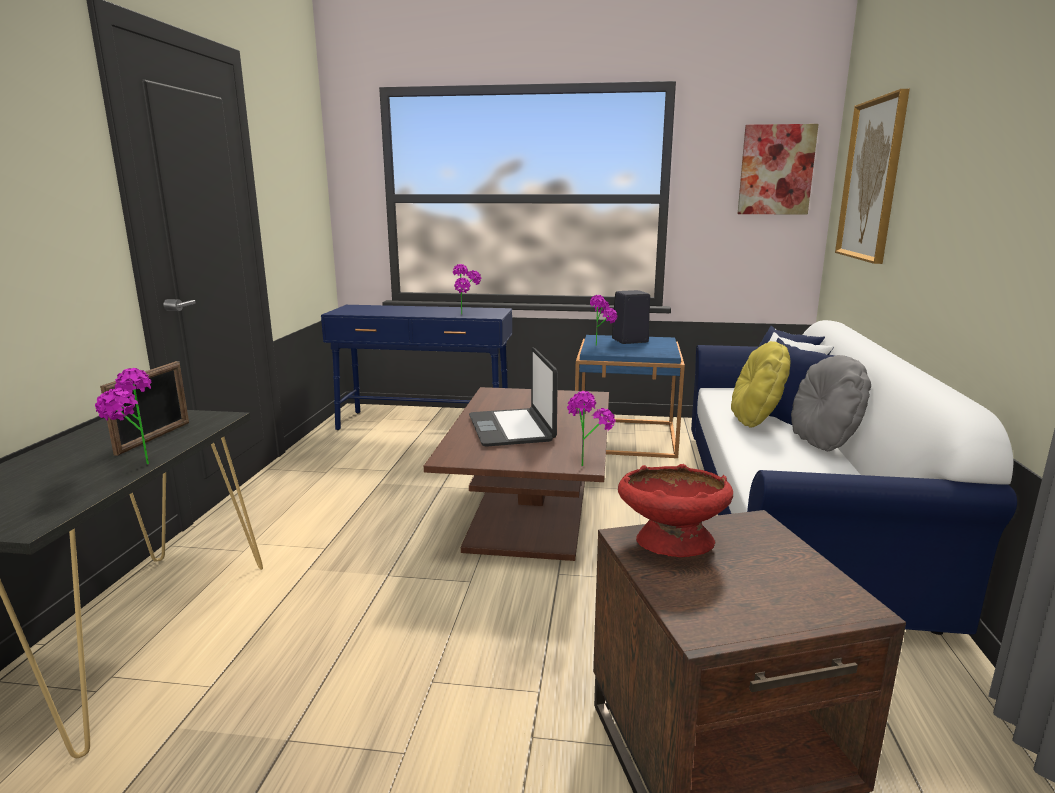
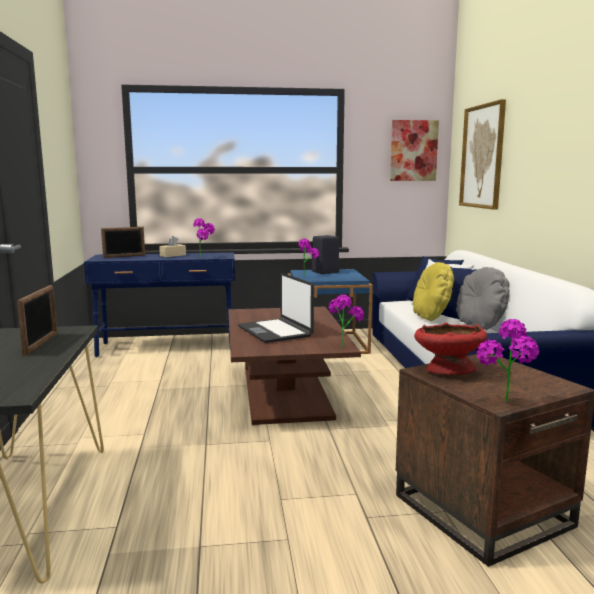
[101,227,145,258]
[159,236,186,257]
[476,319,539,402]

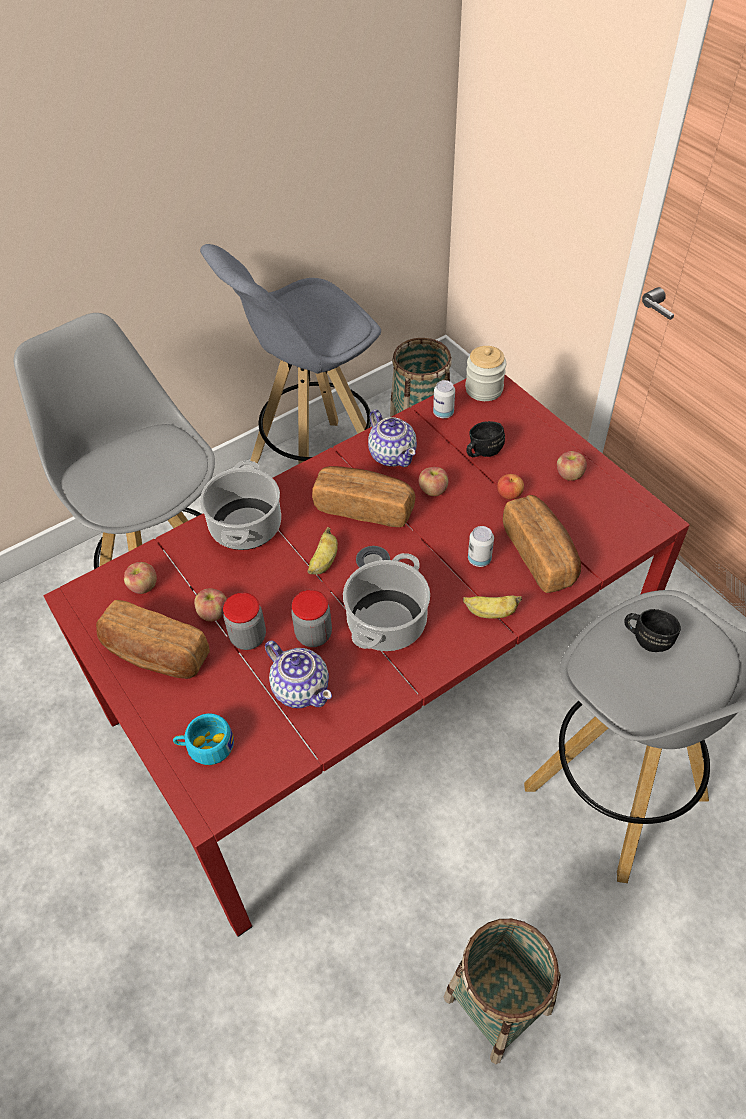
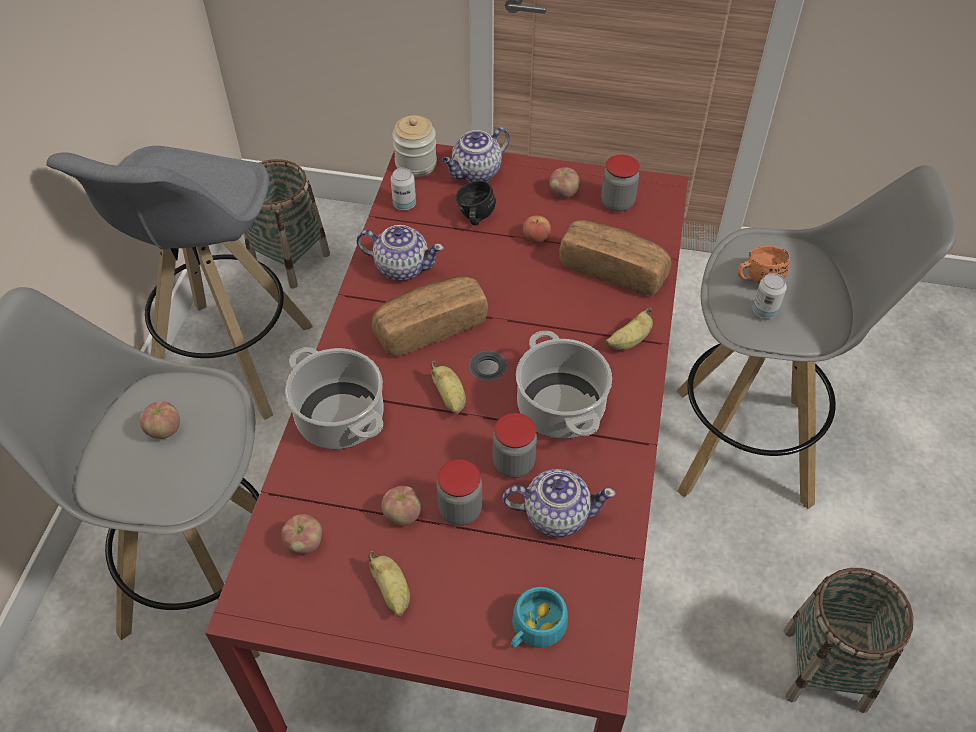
[140,401,180,439]
[368,551,410,617]
[442,127,510,182]
[601,154,640,212]
[737,246,790,284]
[753,273,787,319]

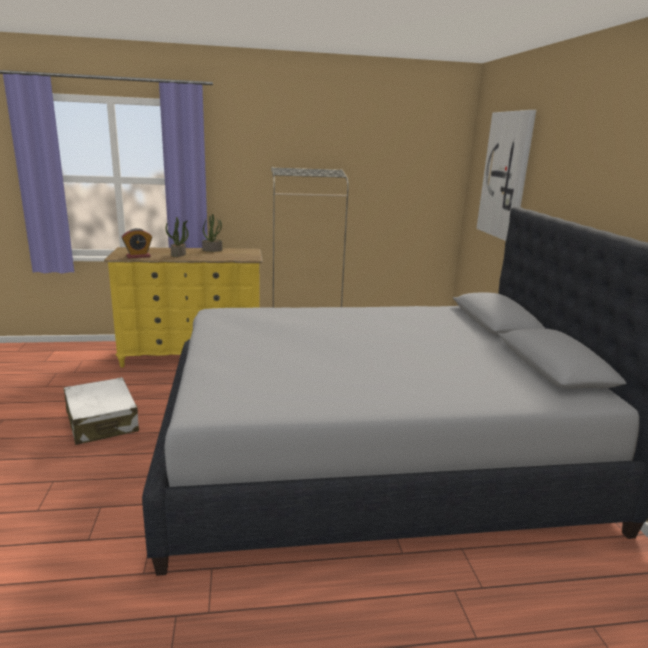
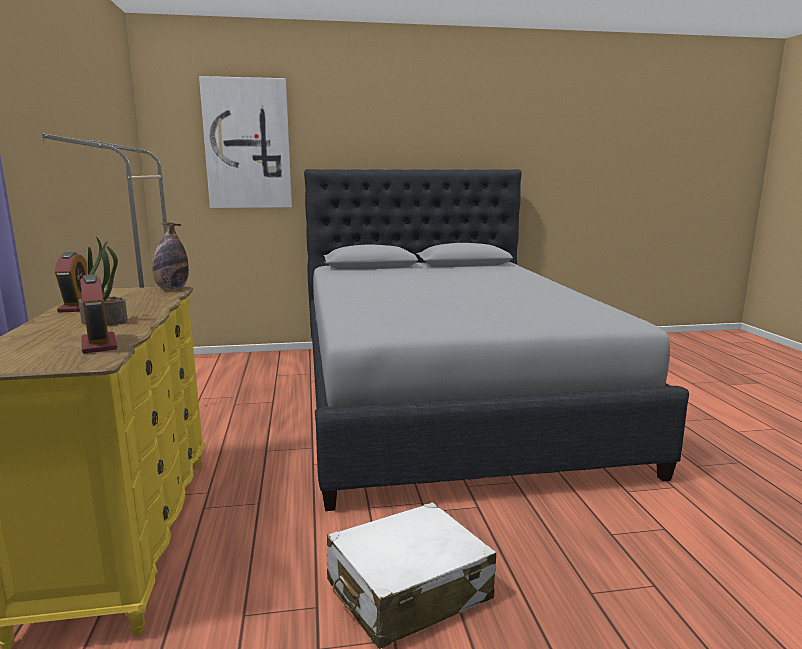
[55,252,87,313]
[152,222,189,289]

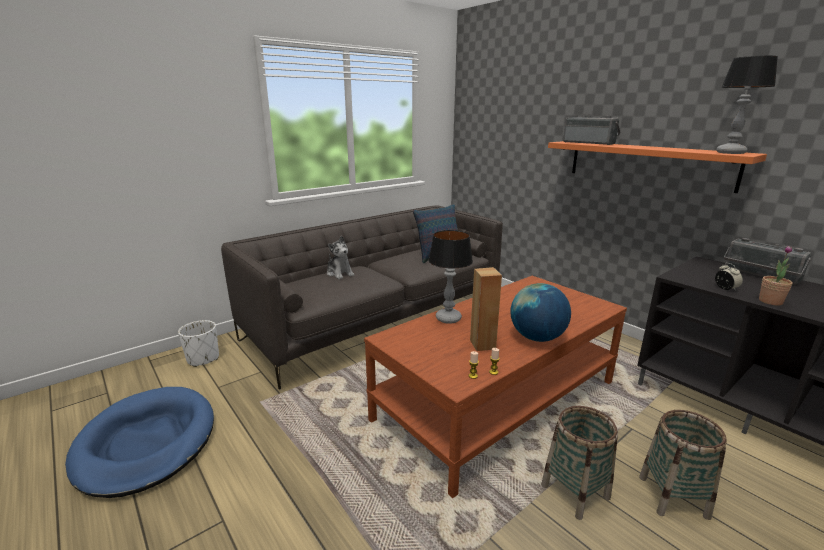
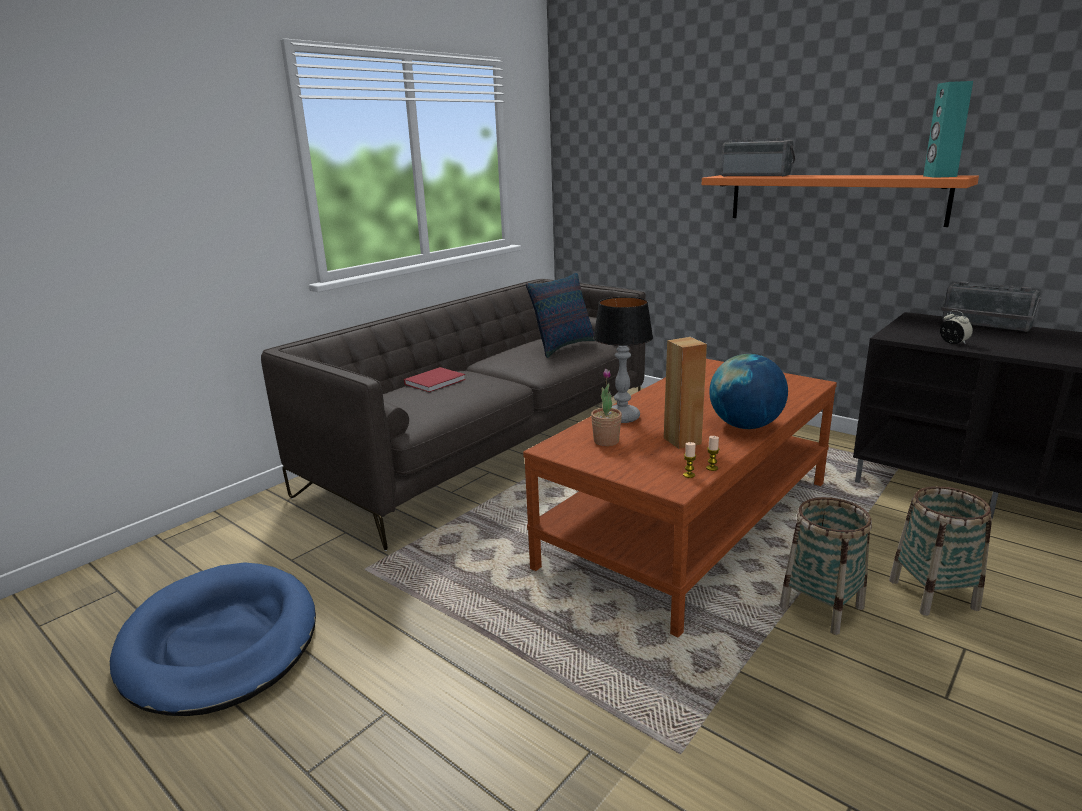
[404,367,466,392]
[591,369,622,446]
[923,81,973,178]
[178,320,219,367] (first image)

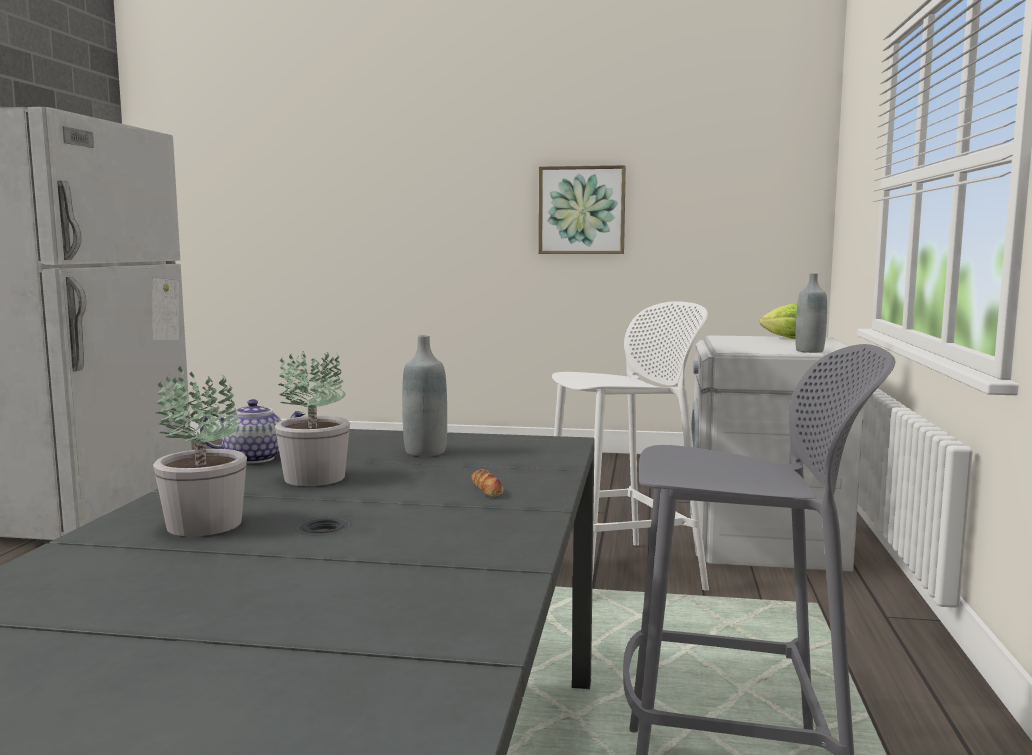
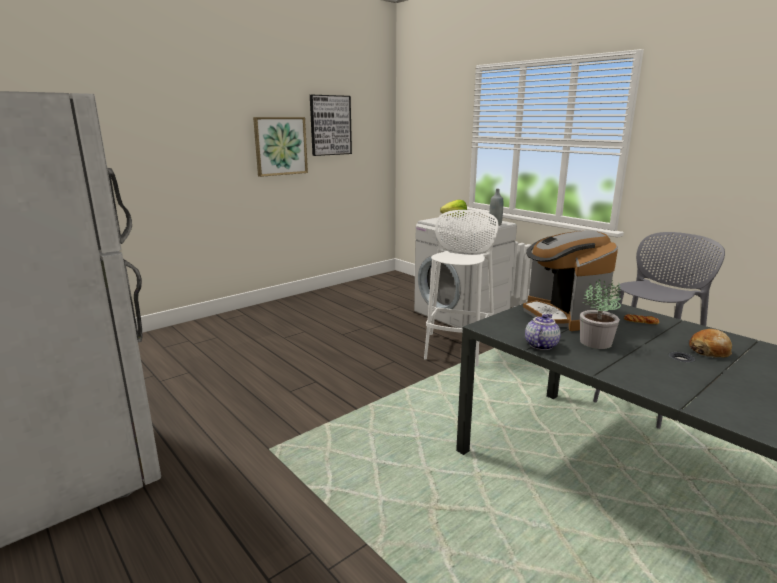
[310,95,352,156]
[523,230,618,331]
[689,329,732,358]
[153,366,247,536] (first image)

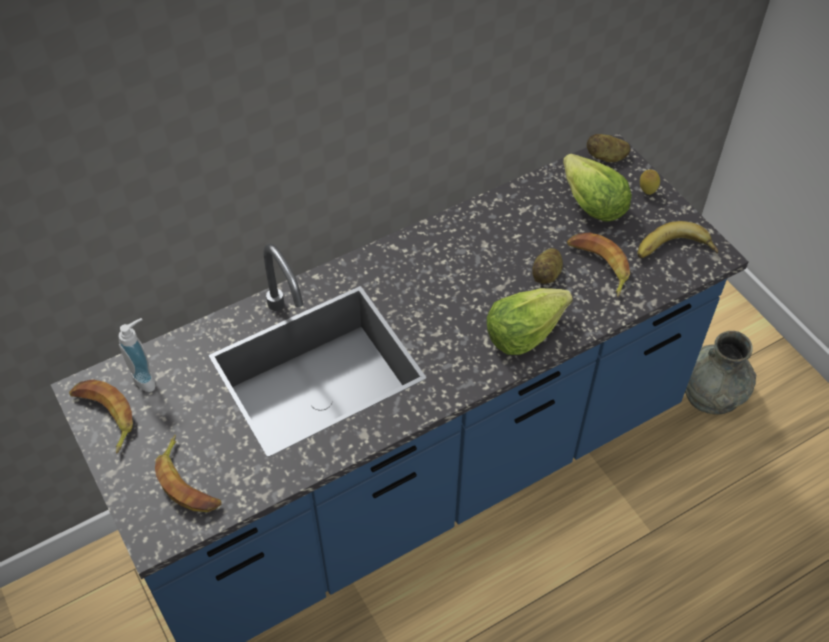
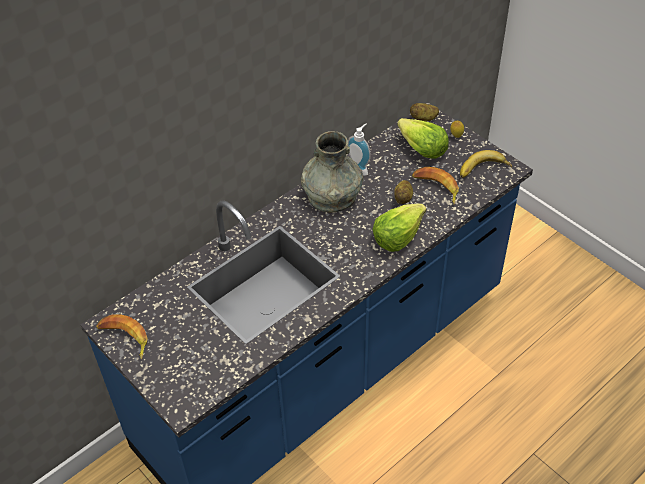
[301,131,364,213]
[347,124,371,176]
[155,435,222,512] (first image)

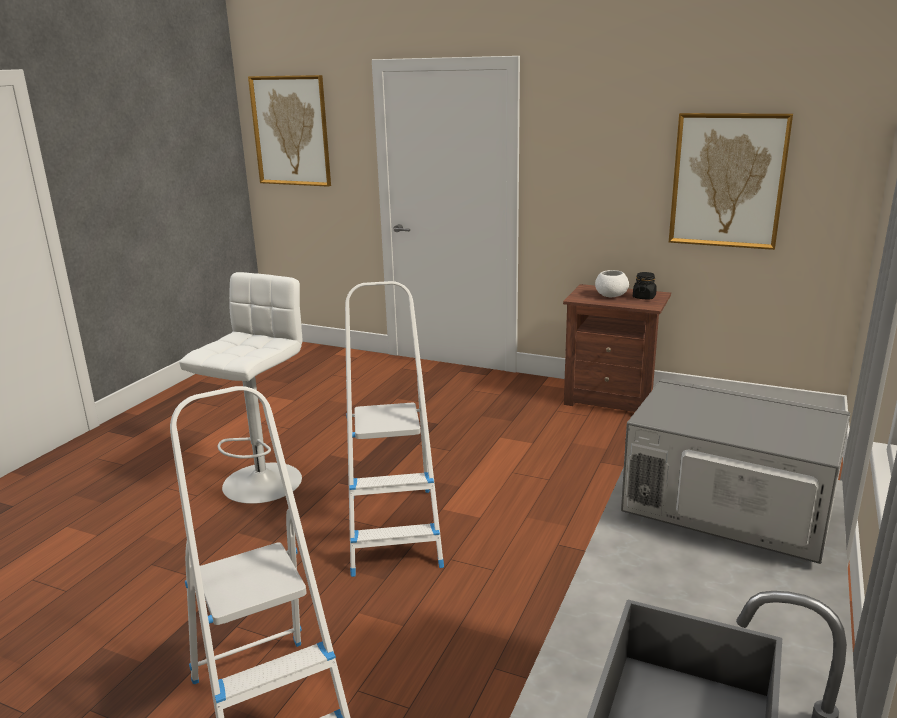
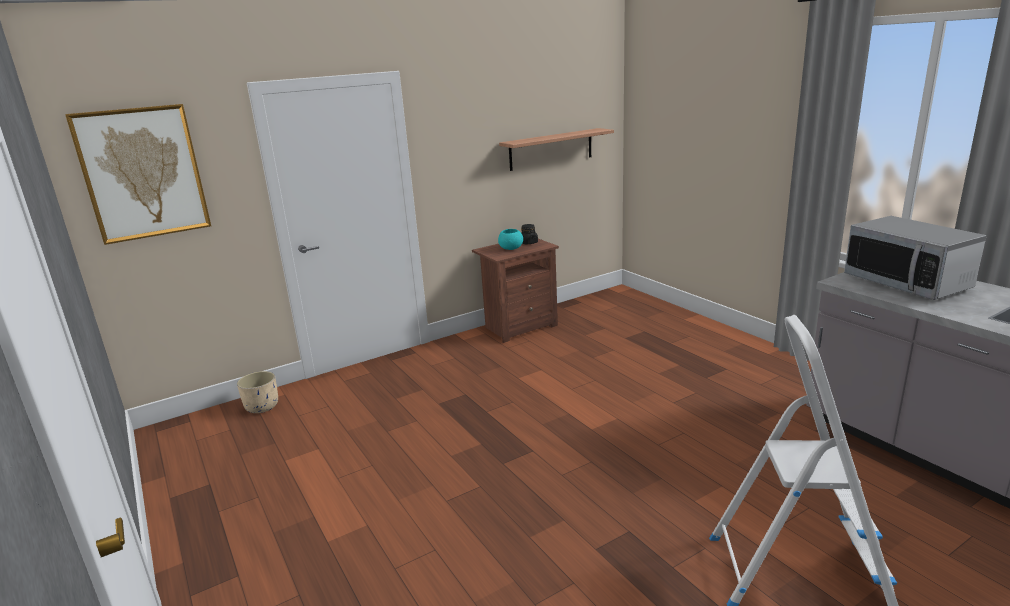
[237,371,278,413]
[498,229,523,250]
[499,128,614,171]
[844,216,986,300]
[179,272,302,504] (first image)
[345,281,444,577] (first image)

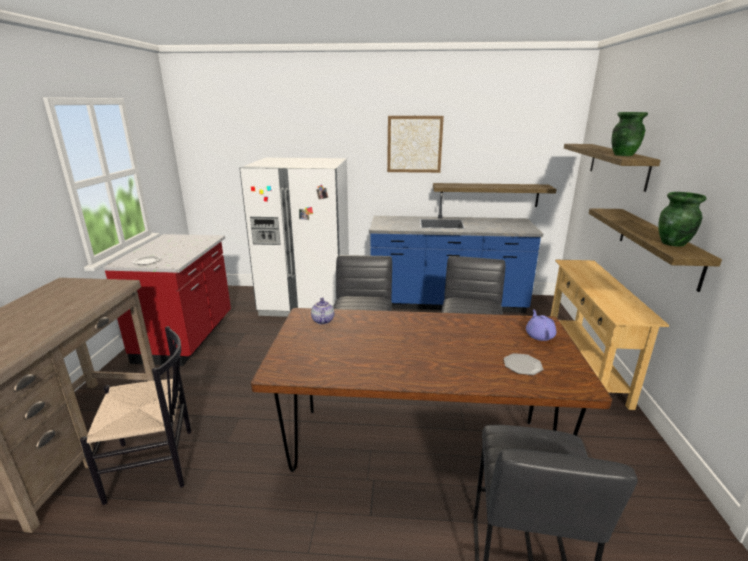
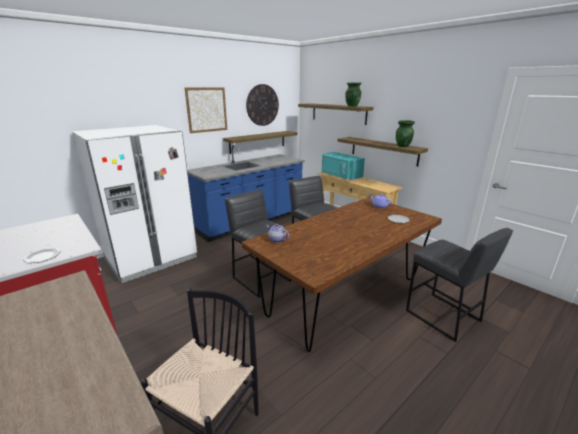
[246,84,279,126]
[322,152,365,180]

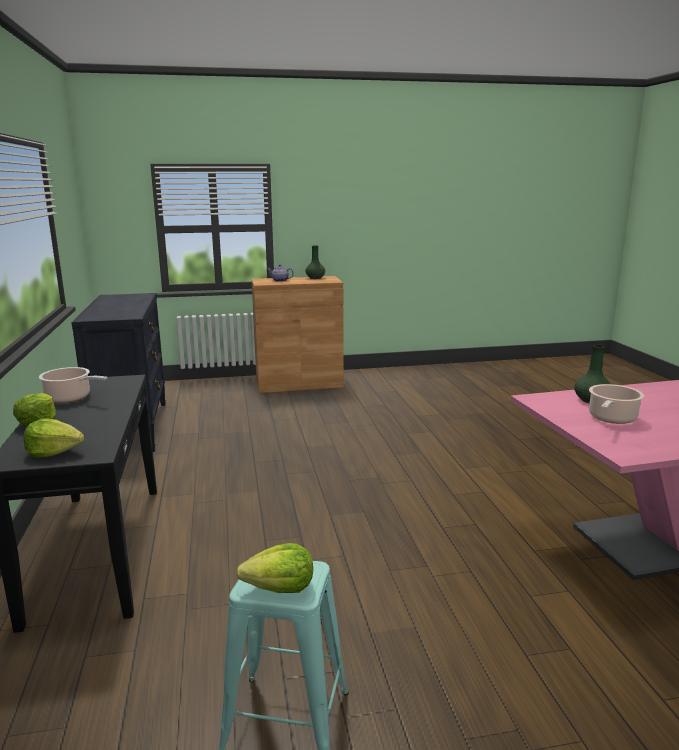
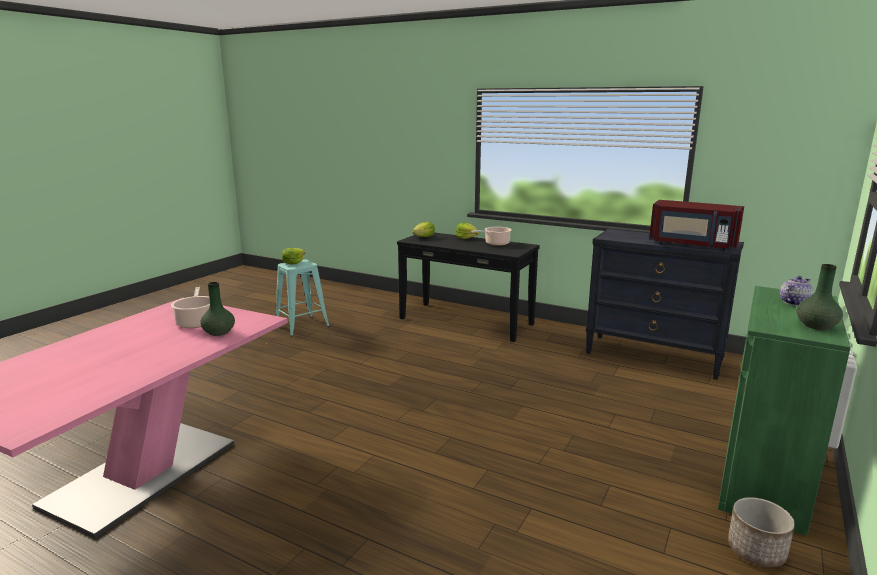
[649,200,744,251]
[718,286,851,536]
[728,497,795,567]

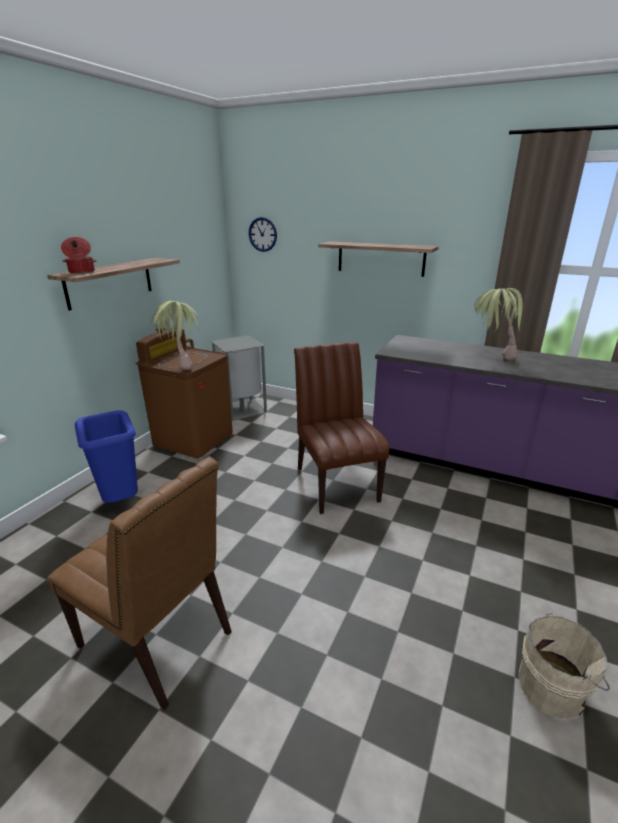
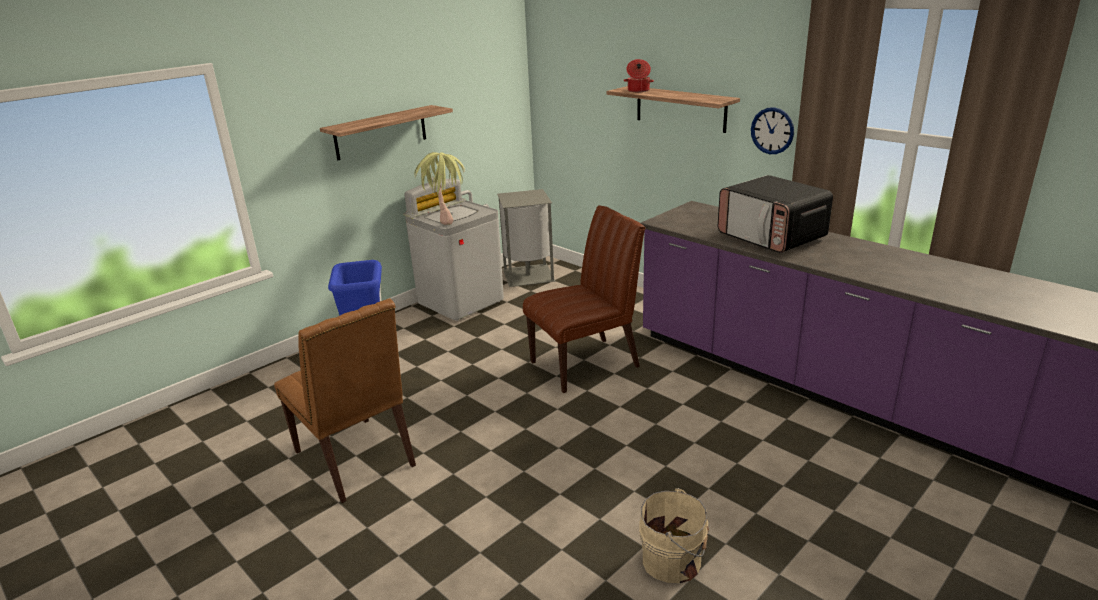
[403,177,504,321]
[523,205,645,393]
[624,59,654,92]
[718,175,833,253]
[751,107,794,154]

